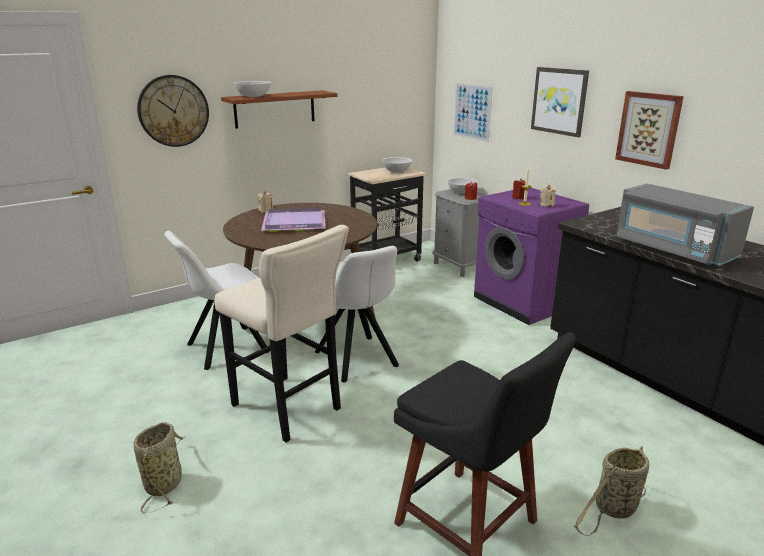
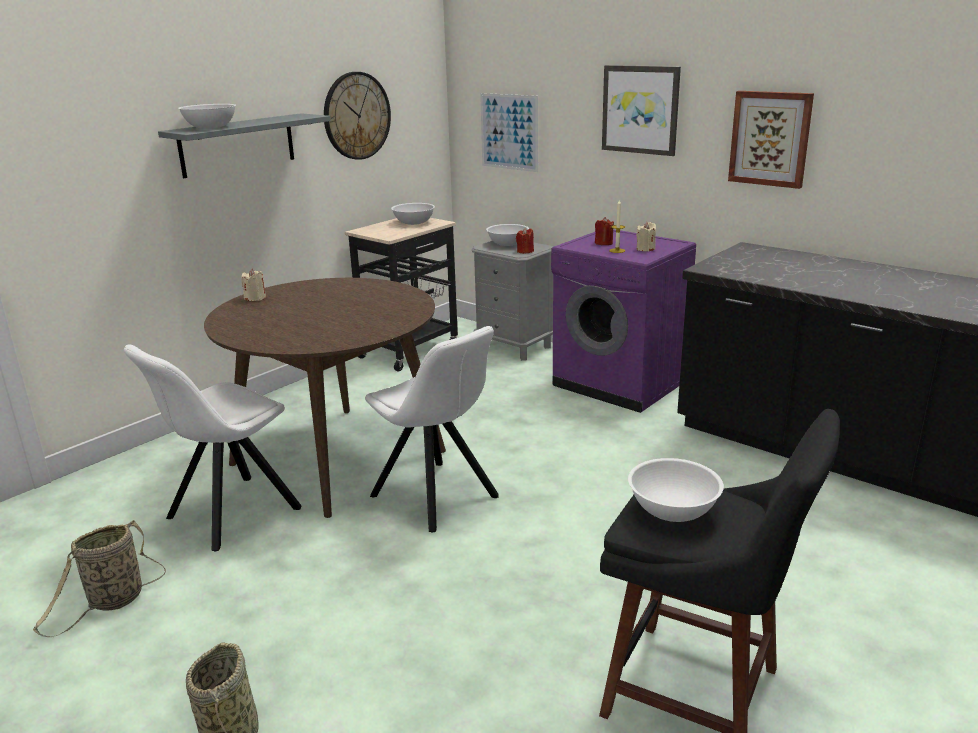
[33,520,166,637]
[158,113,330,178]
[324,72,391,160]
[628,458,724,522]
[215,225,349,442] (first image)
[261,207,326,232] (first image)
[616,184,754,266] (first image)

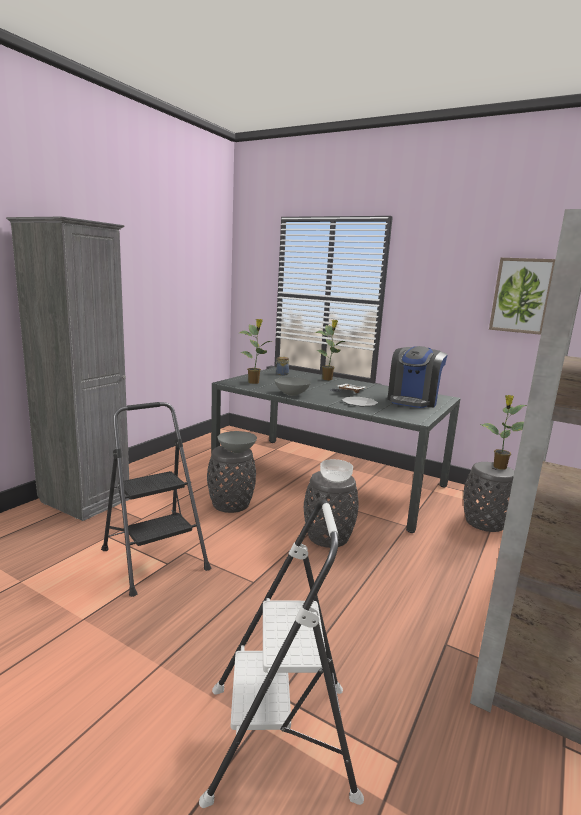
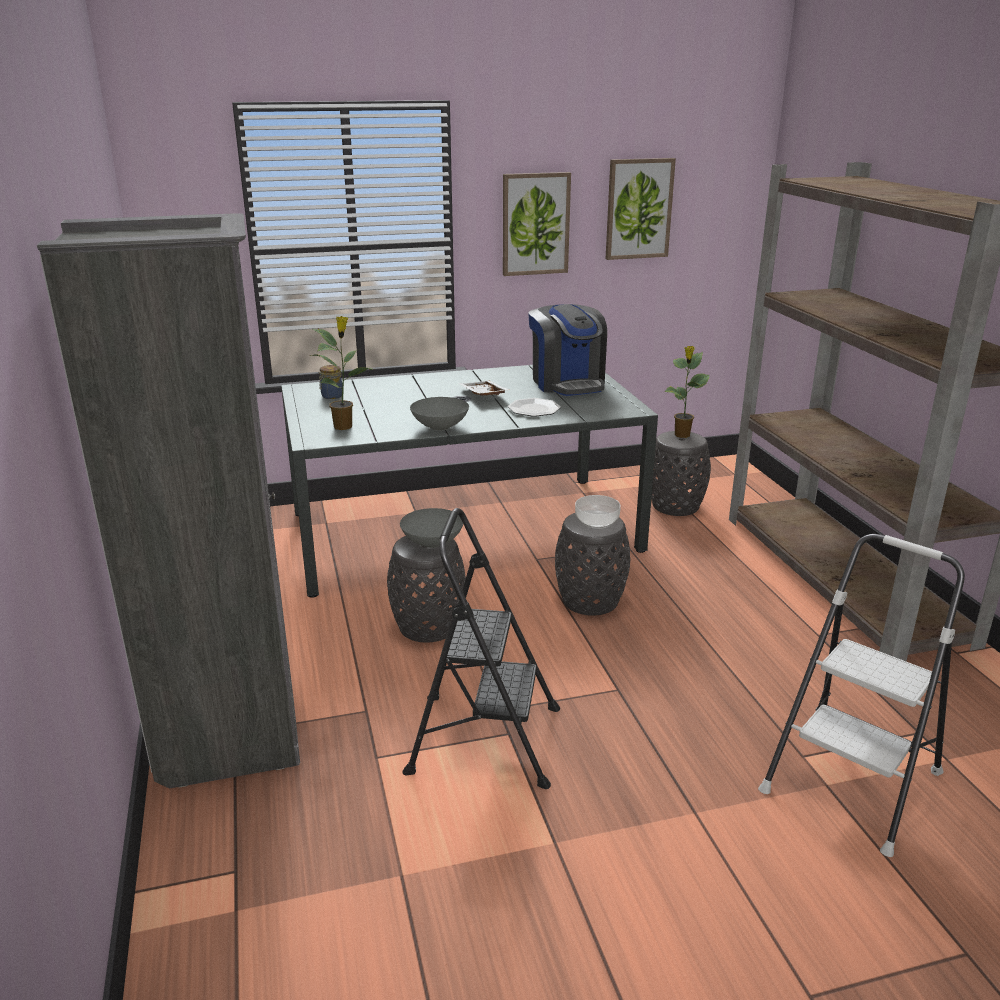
[503,172,571,276]
[315,320,346,380] (first image)

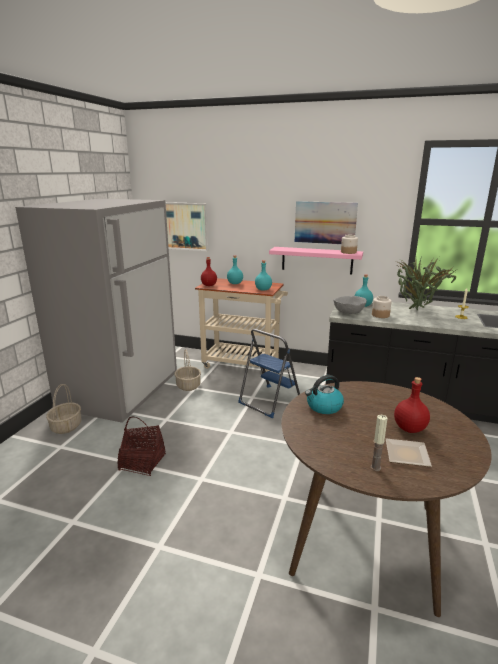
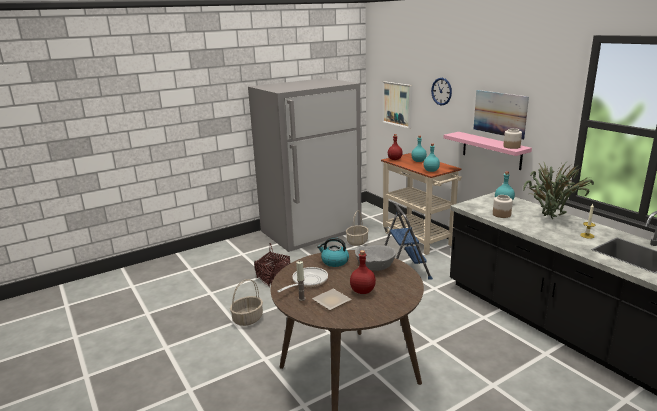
[230,279,263,326]
[277,267,328,292]
[355,245,396,271]
[431,78,452,105]

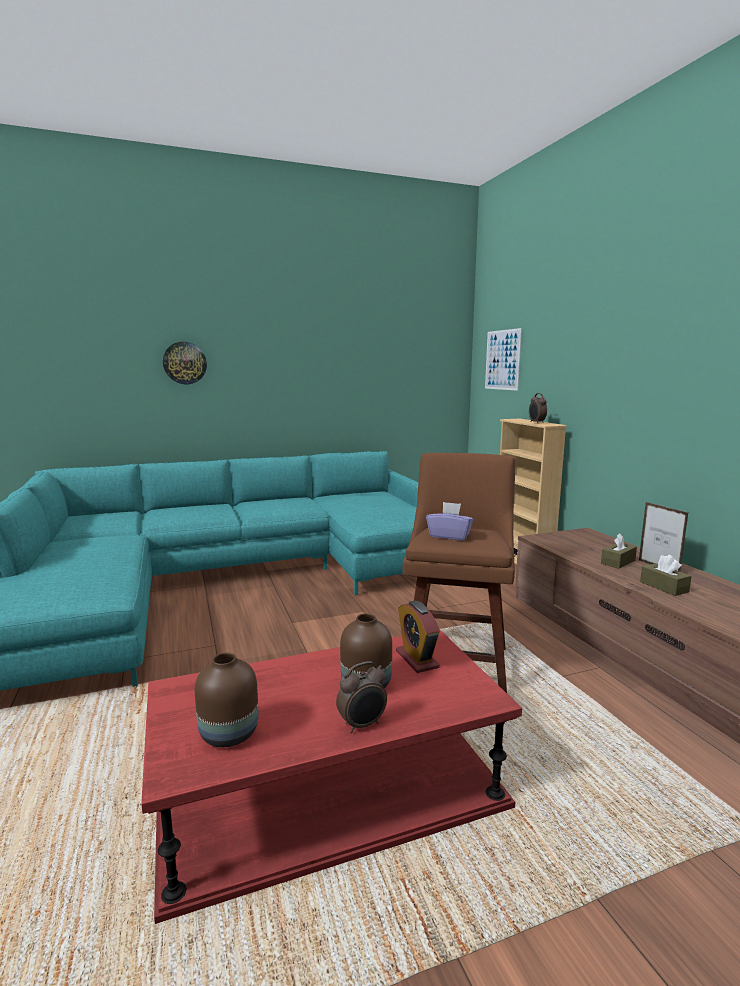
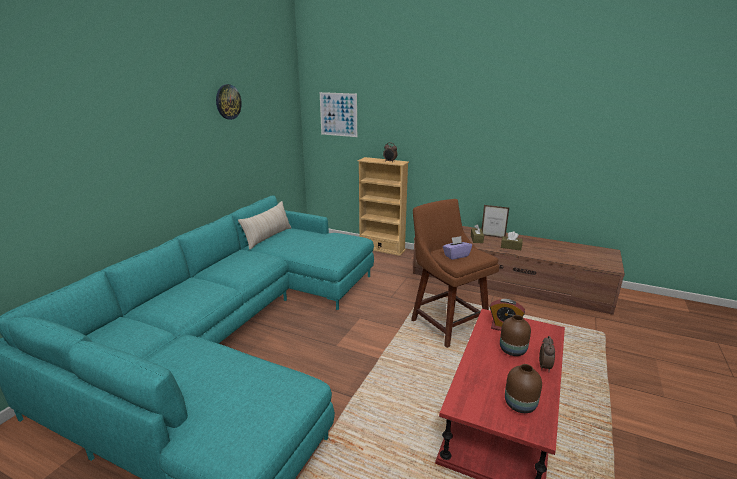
[216,84,242,120]
[238,201,291,250]

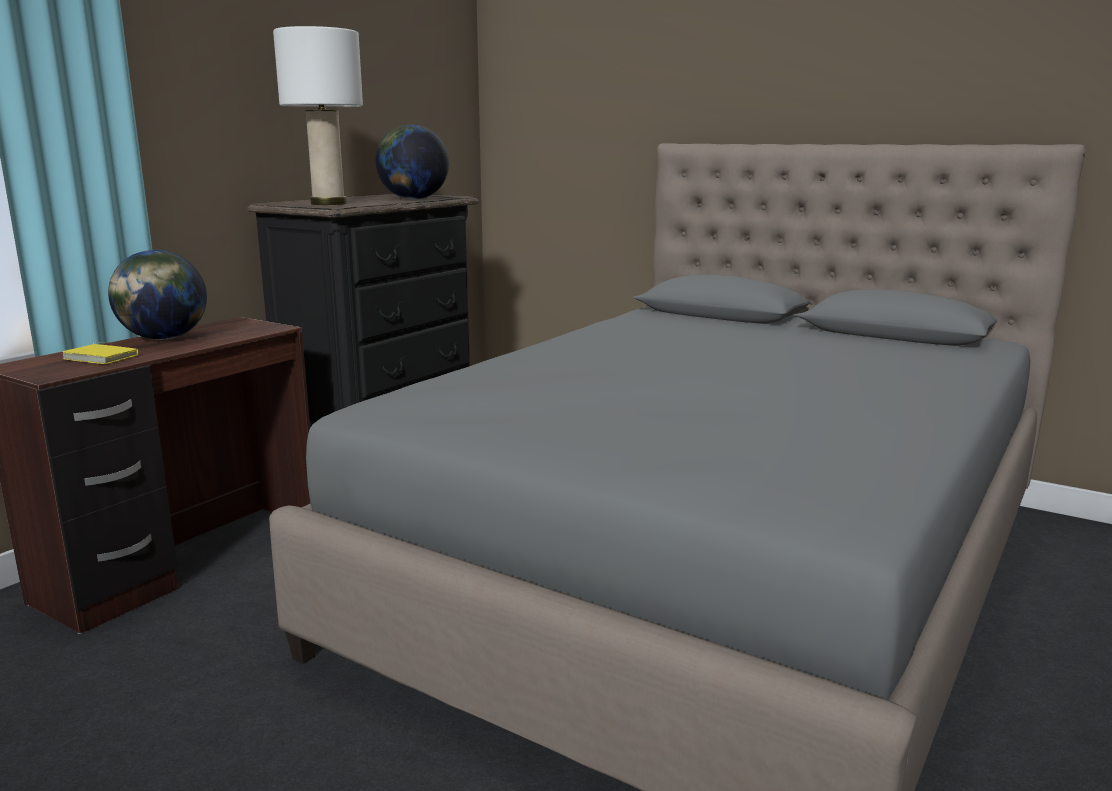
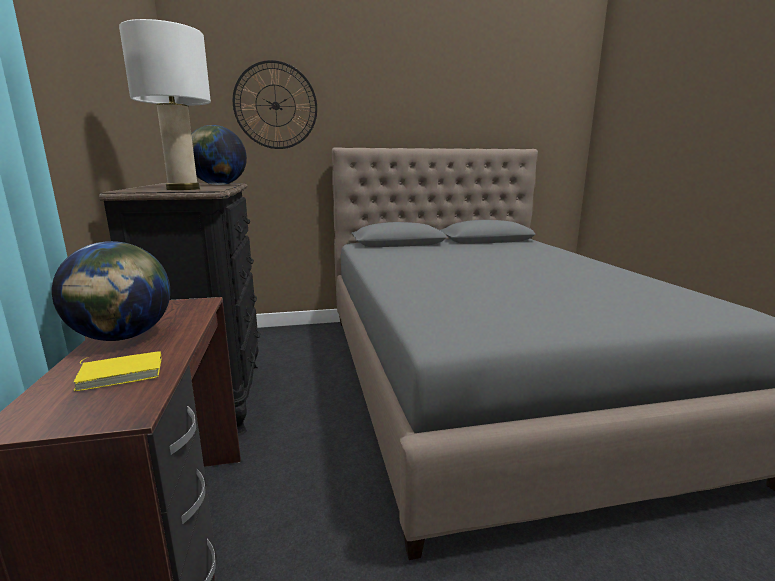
[233,60,317,149]

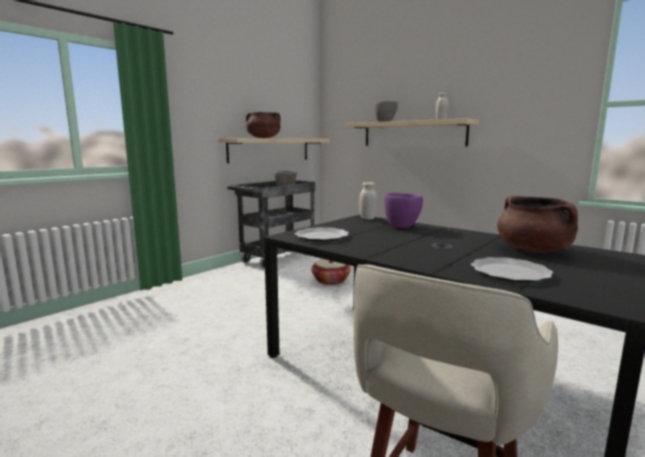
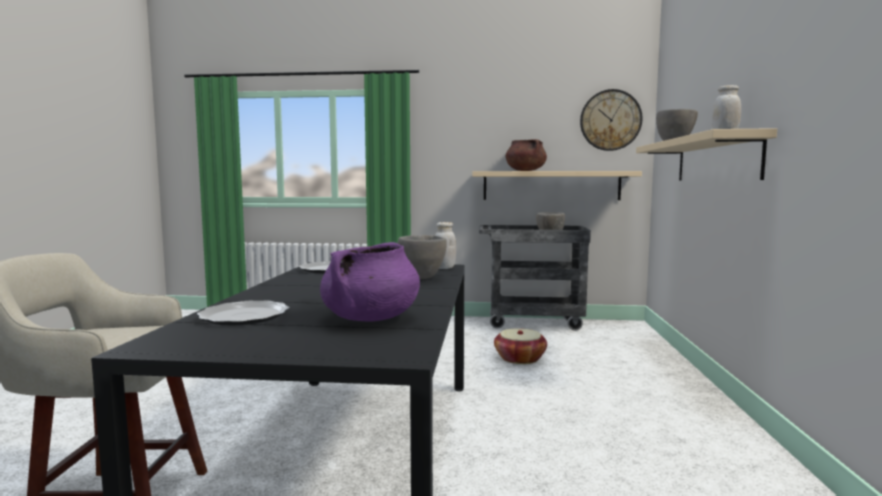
[320,242,420,322]
[398,235,447,279]
[580,89,643,151]

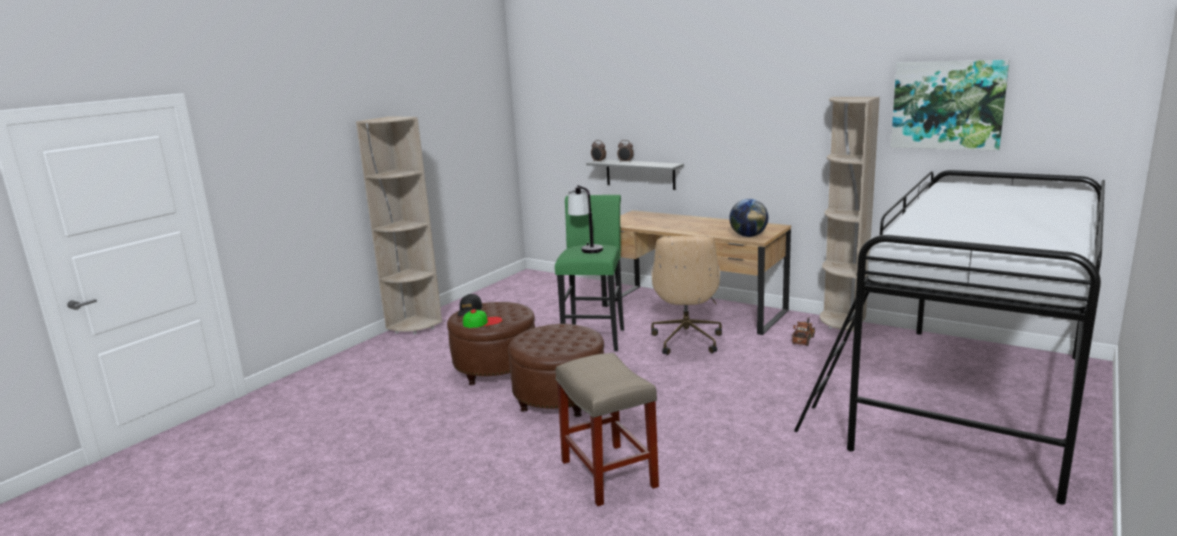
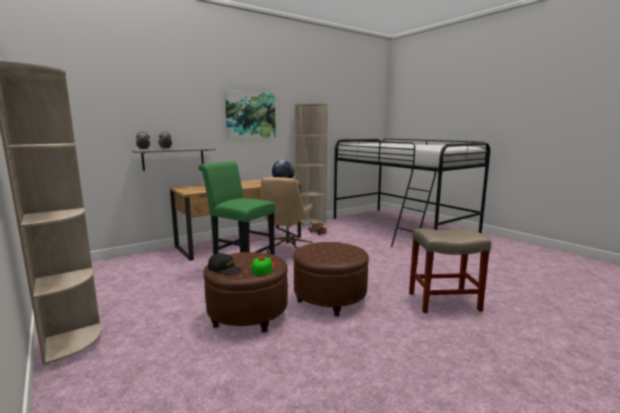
[225,90,276,139]
[261,177,313,254]
[568,185,603,253] (first image)

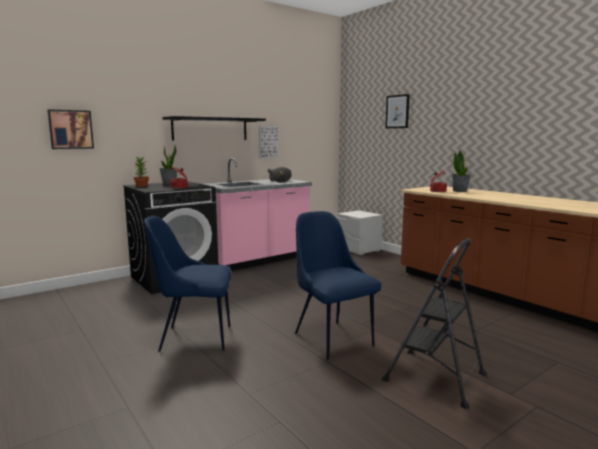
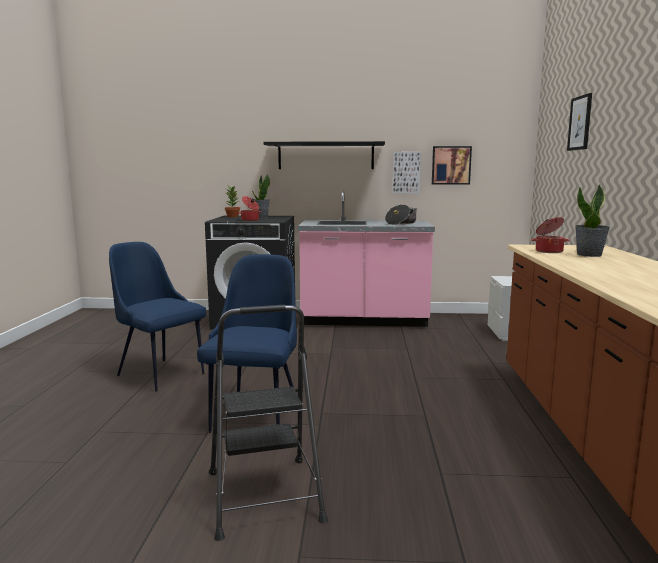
[432,146,472,185]

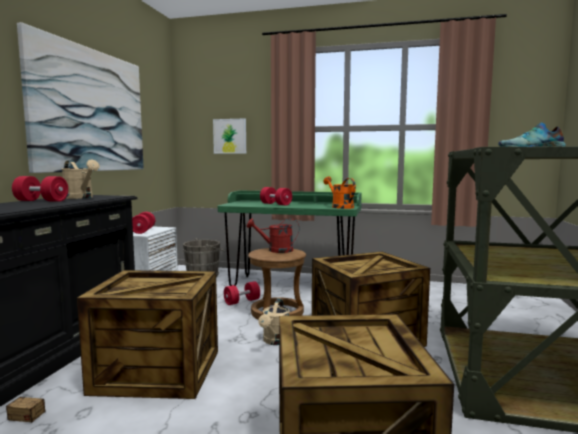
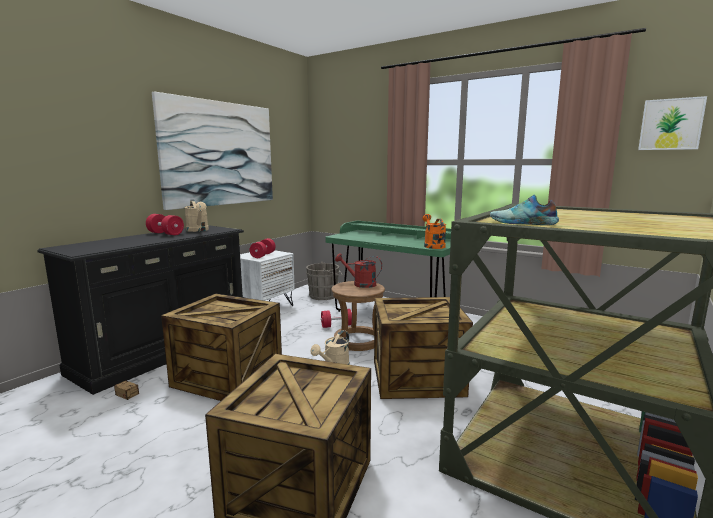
[638,96,707,150]
[260,187,292,206] (first image)

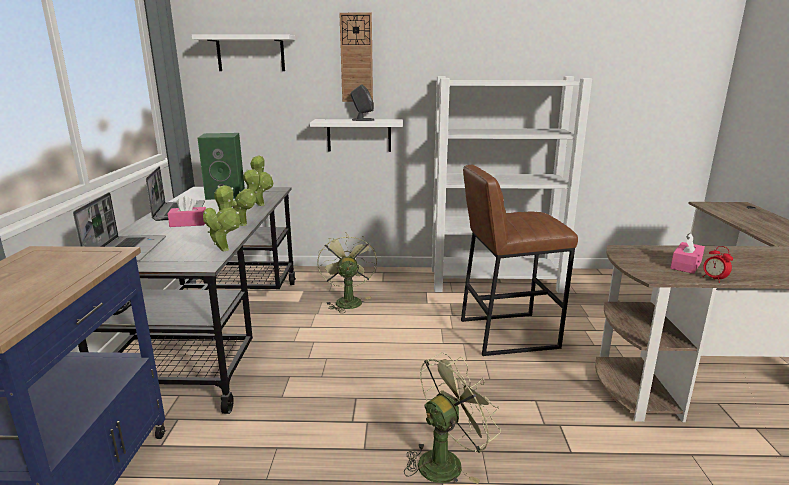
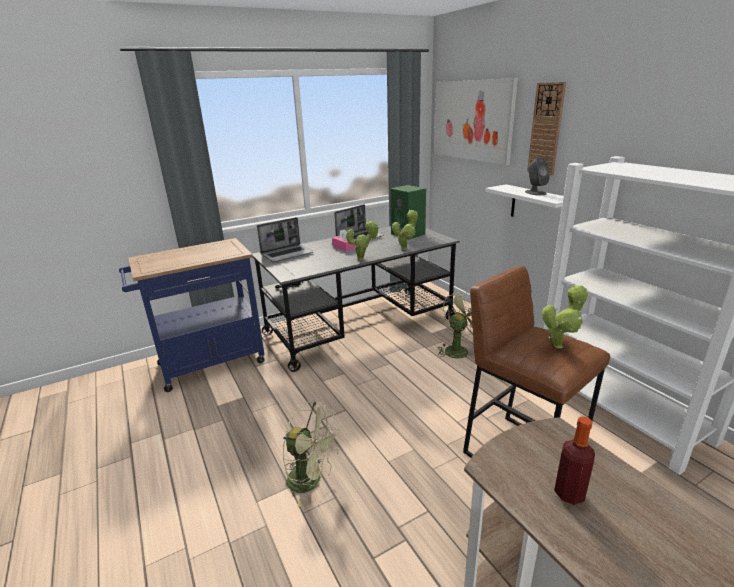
[434,78,518,165]
[541,284,589,348]
[554,416,595,505]
[703,246,733,283] (first image)

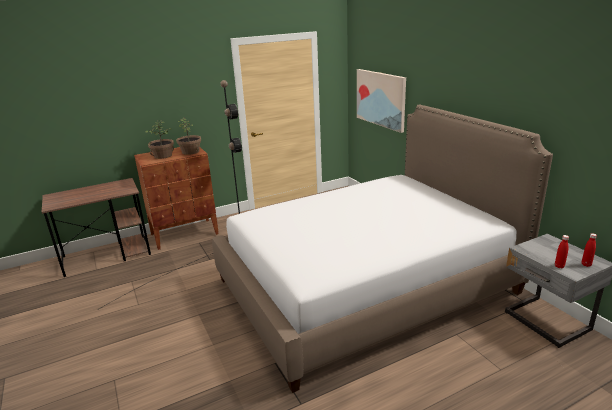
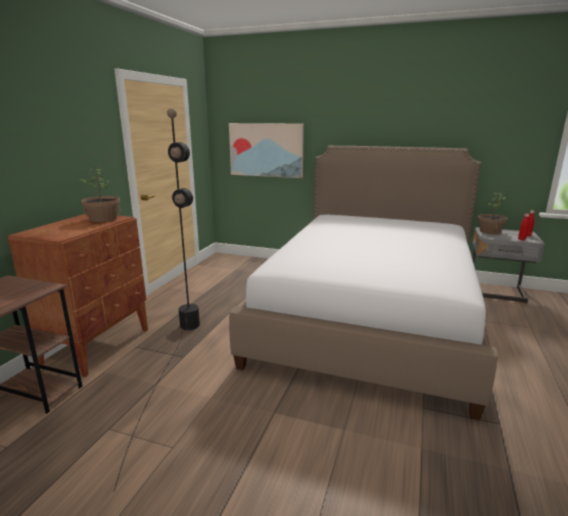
[478,193,507,234]

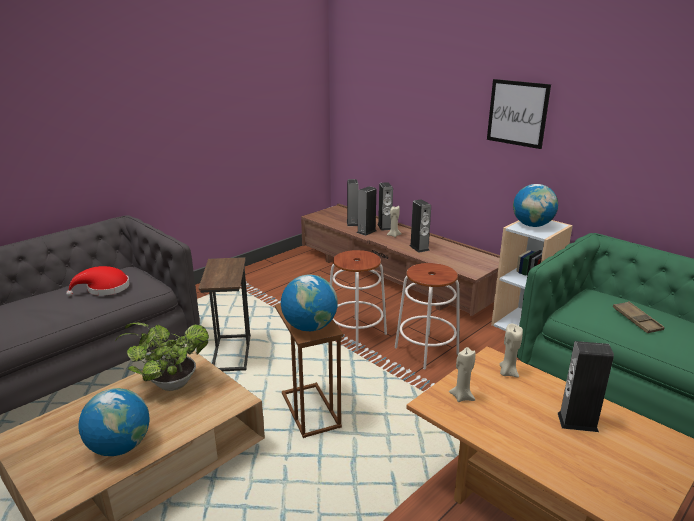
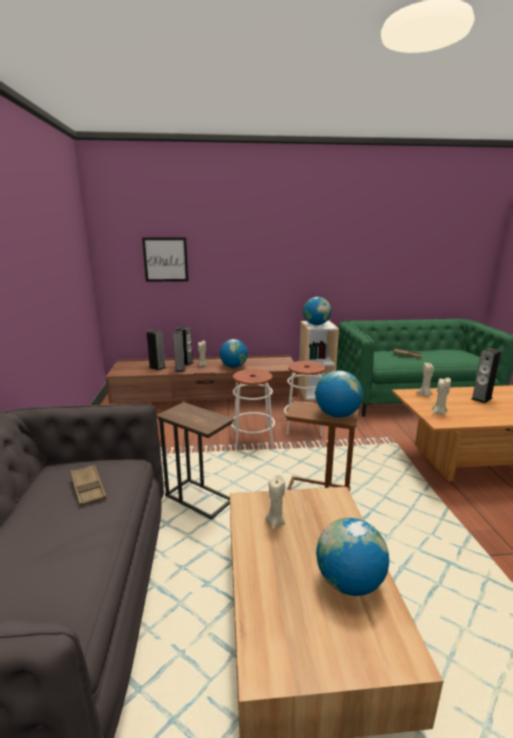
[70,465,106,507]
[142,238,189,282]
[219,339,248,368]
[265,475,285,529]

